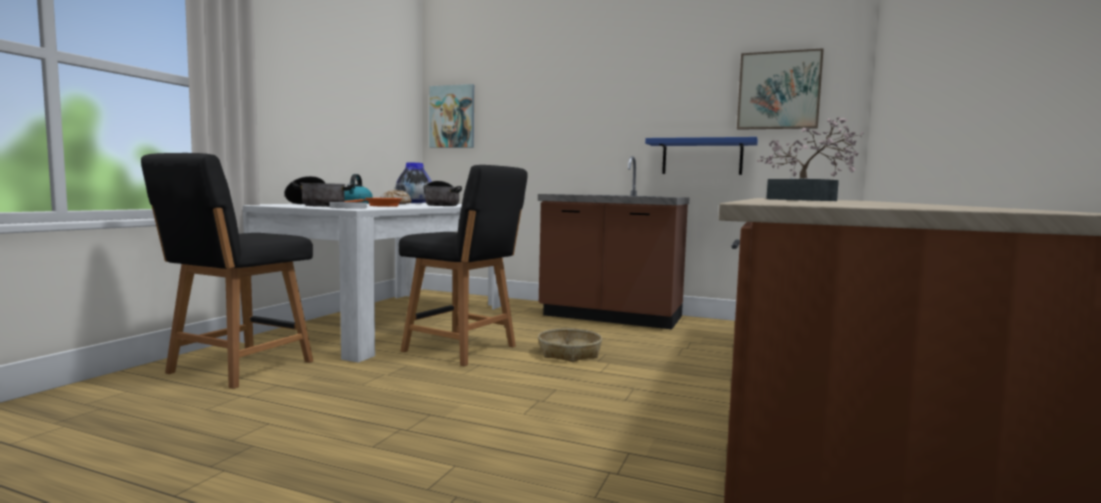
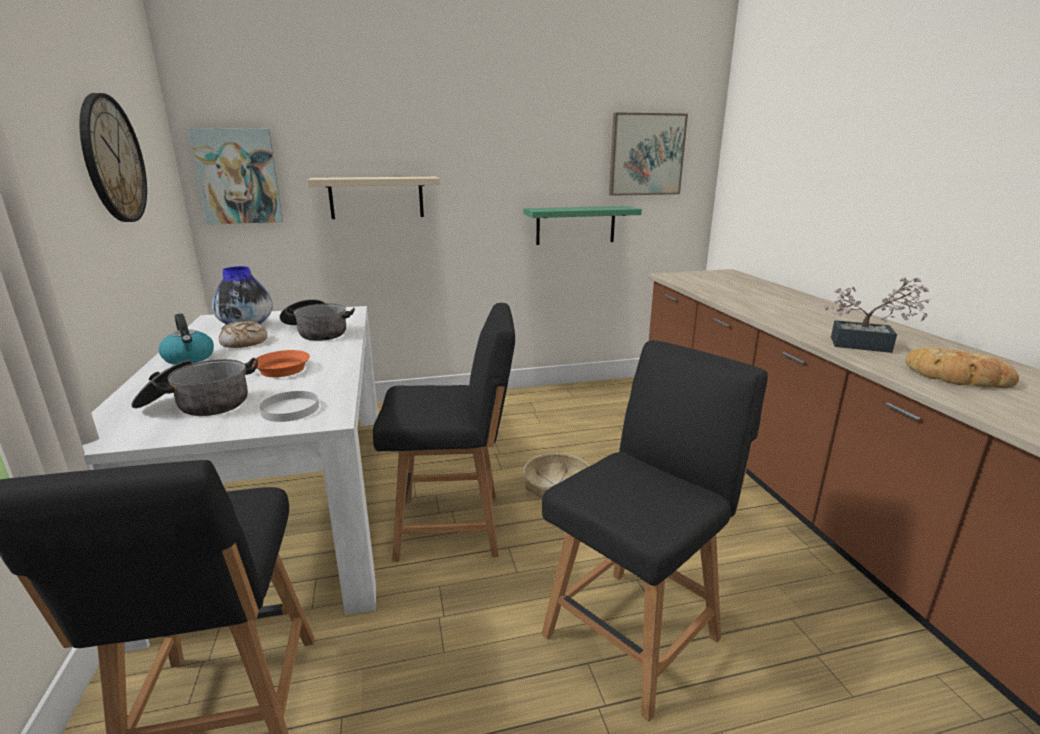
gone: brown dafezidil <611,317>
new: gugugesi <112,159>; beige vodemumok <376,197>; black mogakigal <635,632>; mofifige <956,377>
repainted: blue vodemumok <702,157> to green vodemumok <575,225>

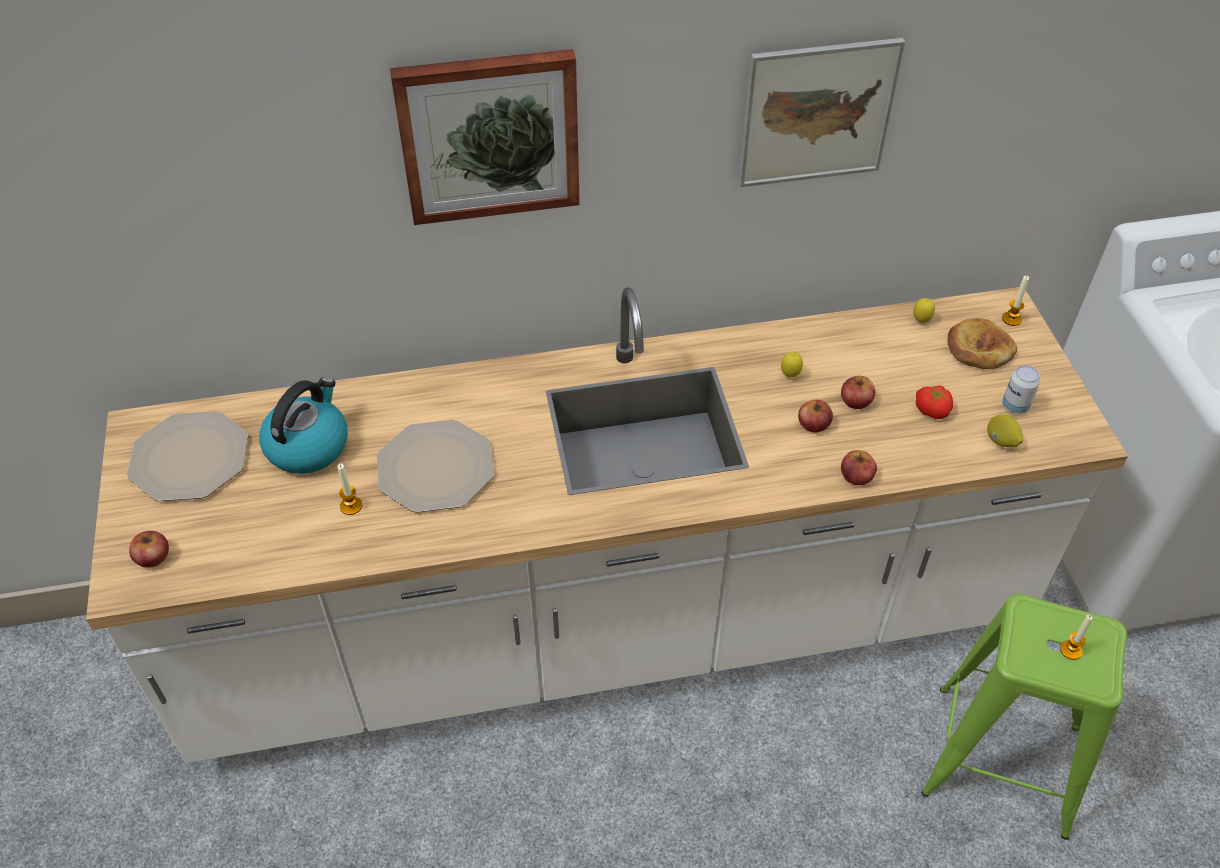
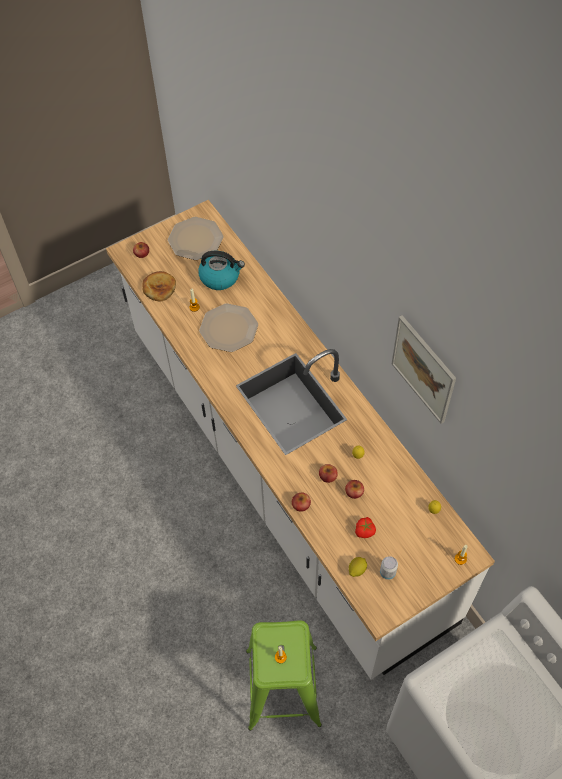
gone: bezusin <489,135>
shifted: mofifige <979,348> to <159,287>

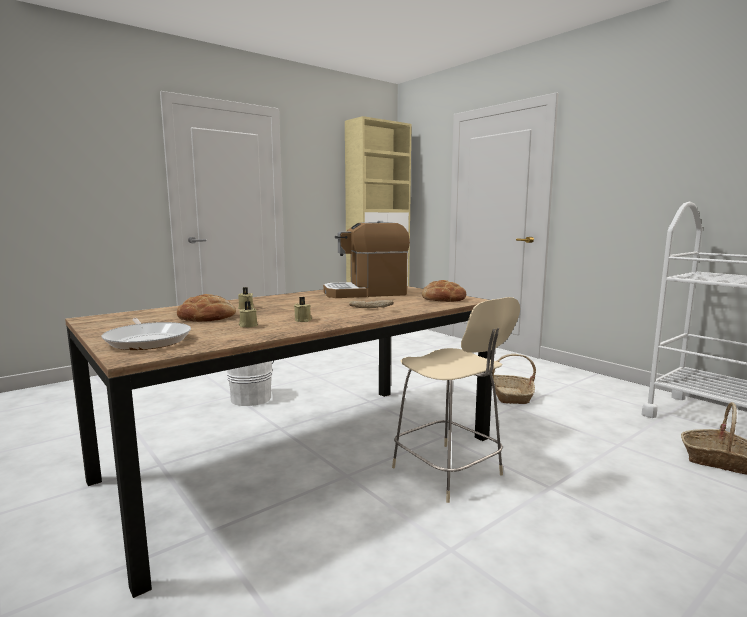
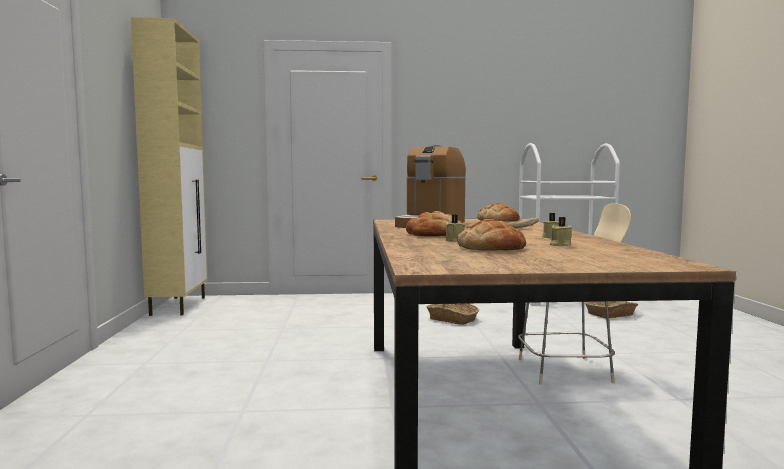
gone: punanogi <148,340>; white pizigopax <251,397>
new: mofifige <435,234>

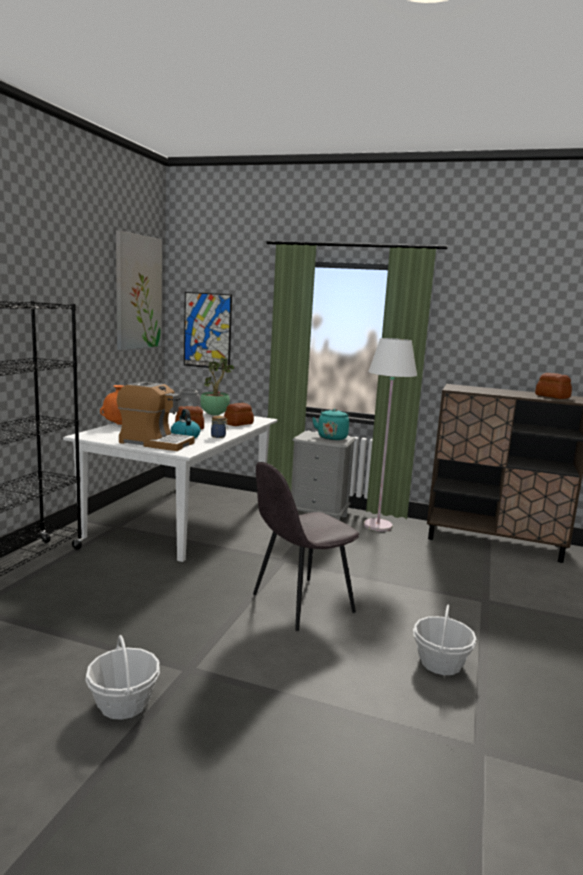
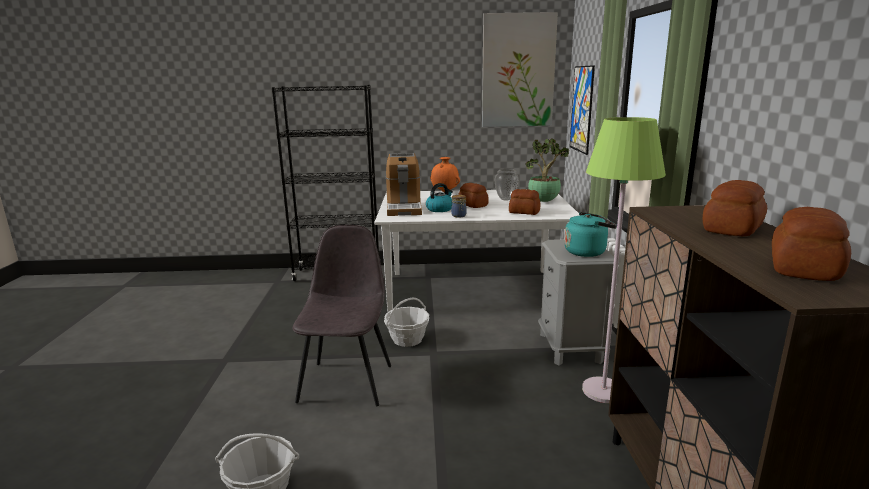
new: mofifige <730,228>
shifted: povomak <123,703> to <407,339>
repainted: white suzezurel <378,525> to green suzezurel <603,391>
rotated: grey mogakigal <300,604> = <347,381> 60 degrees clockwise

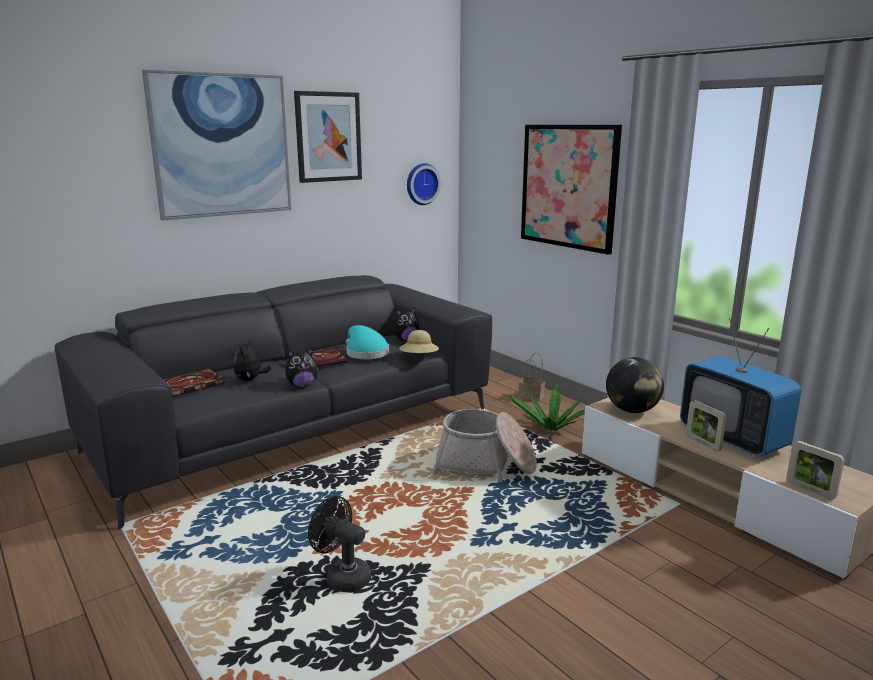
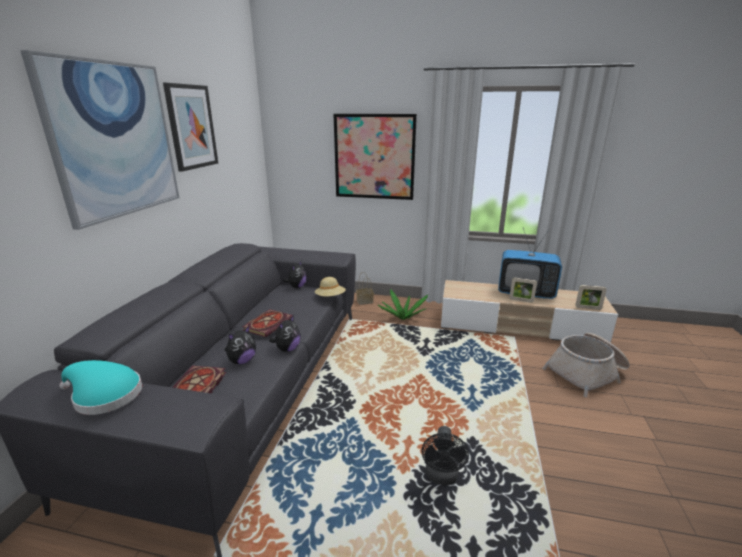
gone: gugugesi <421,184>; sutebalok <632,410>
shifted: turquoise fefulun <365,353> to <104,395>; povomak <485,464> to <586,373>
rotated: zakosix <250,380> = <242,361> 105 degrees counterclockwise; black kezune <342,576> = <442,477> 75 degrees counterclockwise

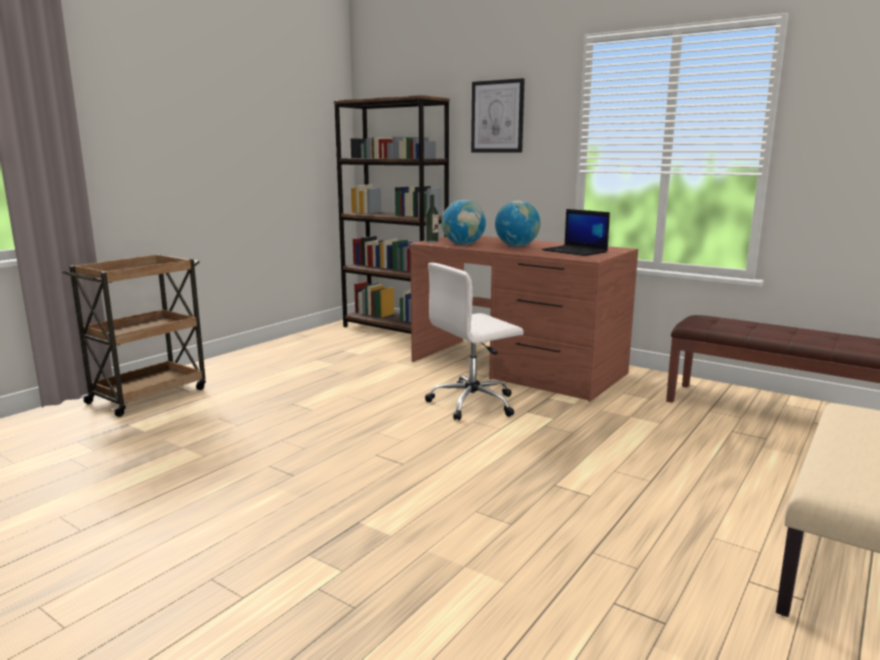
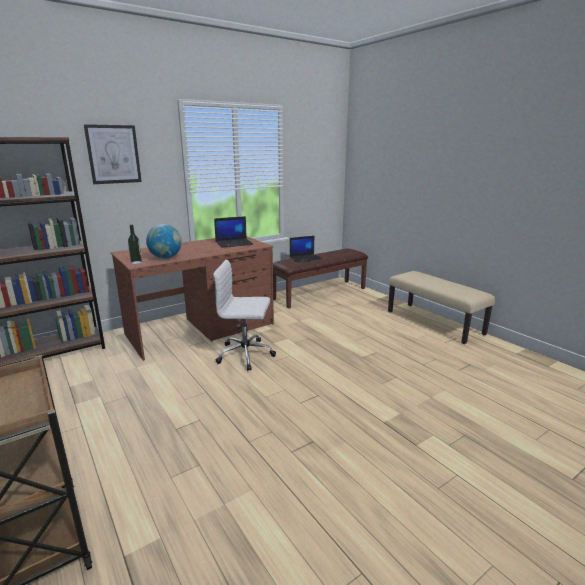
gone: sutebalok <516,246>
new: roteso <306,258>
rotated: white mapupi <474,403> = <246,355> 105 degrees clockwise

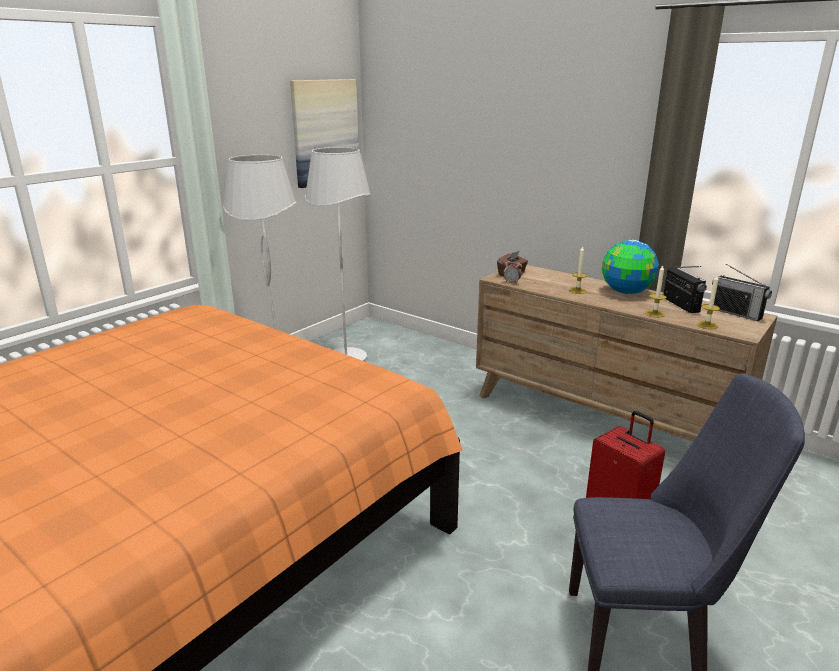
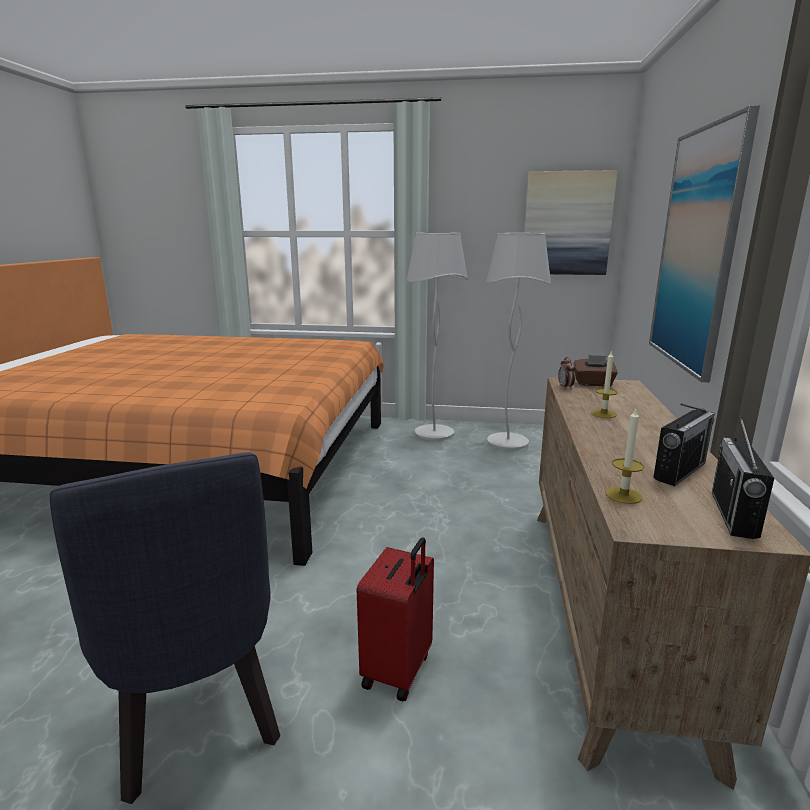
gone: sutebalok <626,292>; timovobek <654,313>
new: bezusin <696,249>

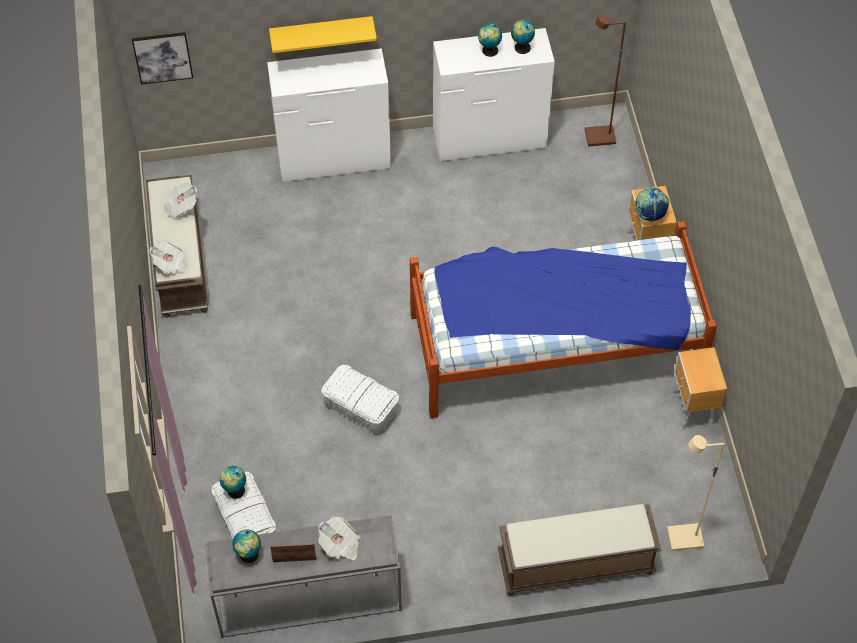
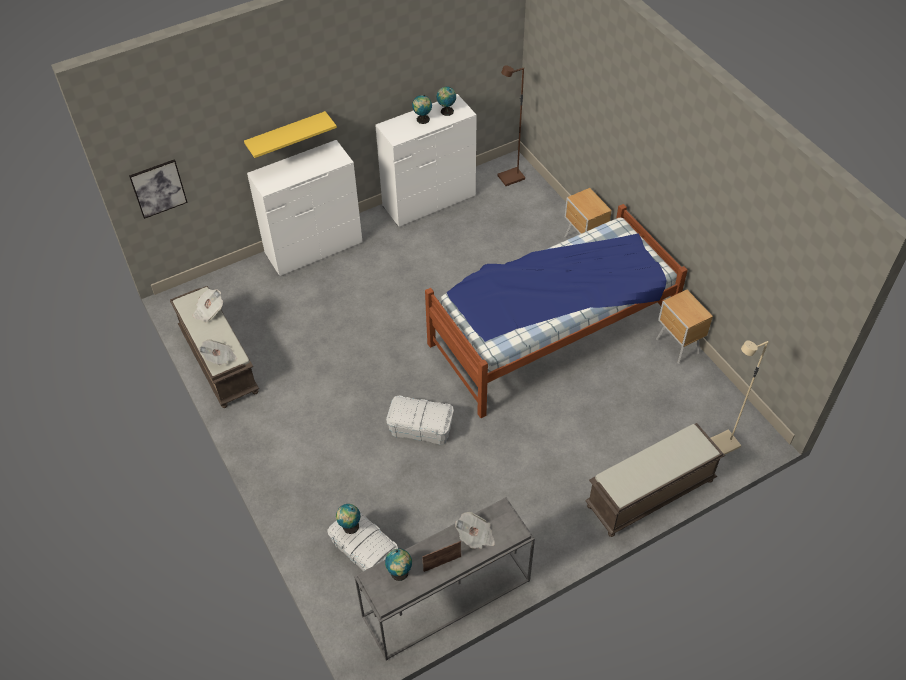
gone: sutebalok <649,215>

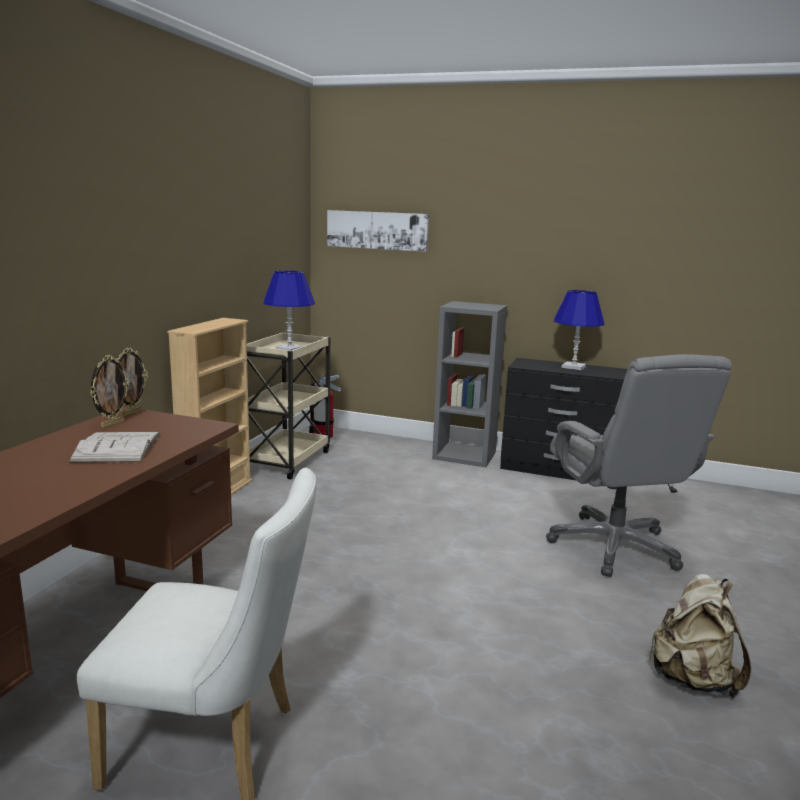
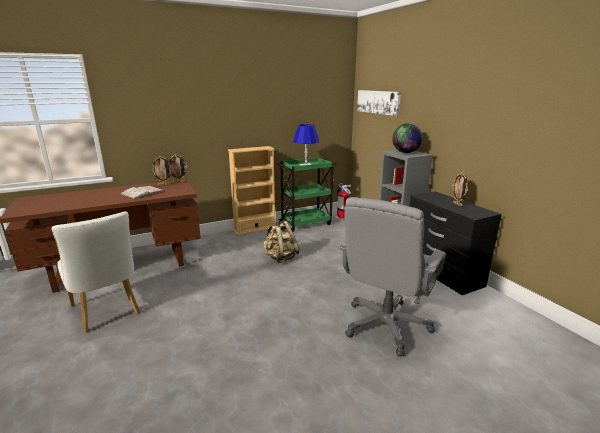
new: sutebalok <405,152>
shifted: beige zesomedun <692,679> to <280,258>
swapped: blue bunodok <573,367> to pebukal <457,204>
repainted: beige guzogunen <287,460> to green guzogunen <306,223>

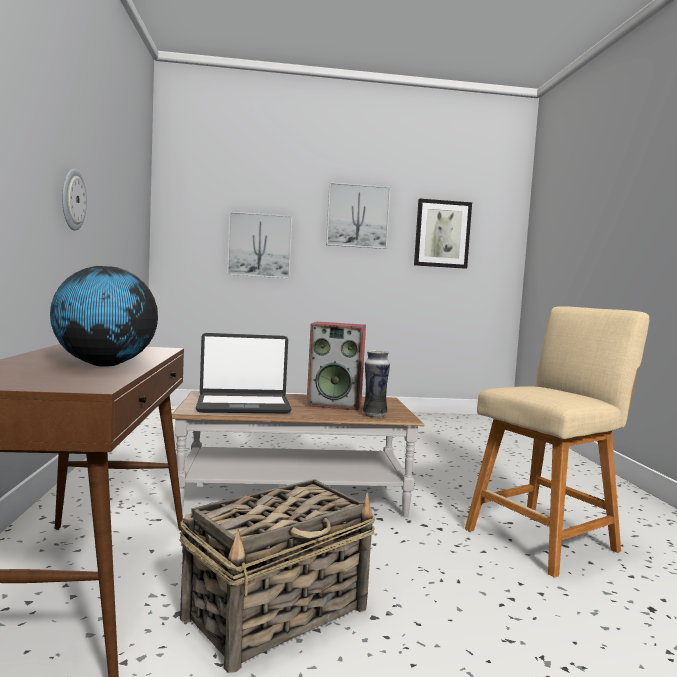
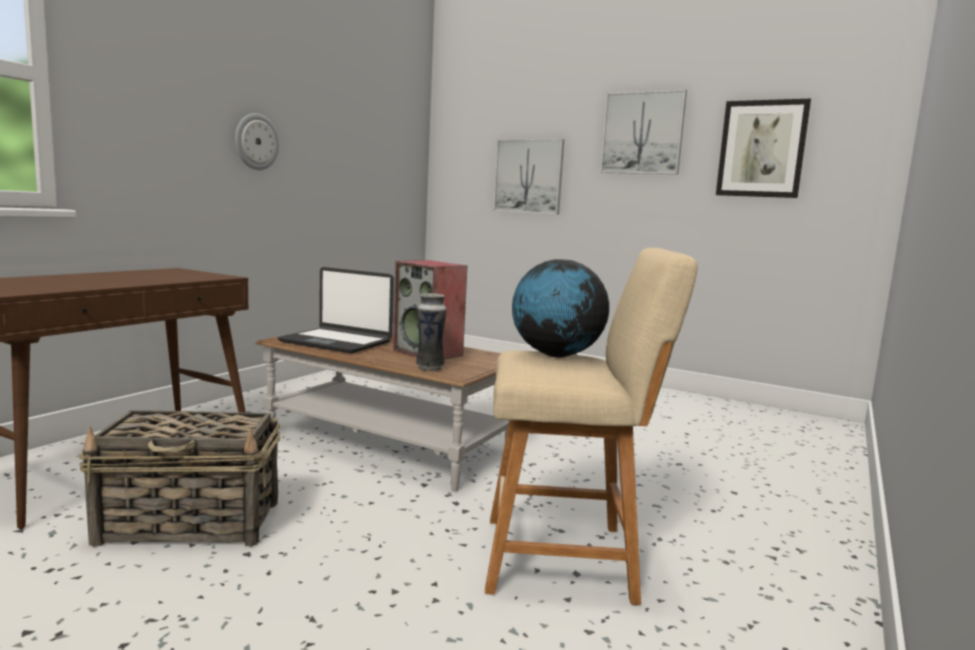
shifted: sutebalok <104,365> to <556,355>

